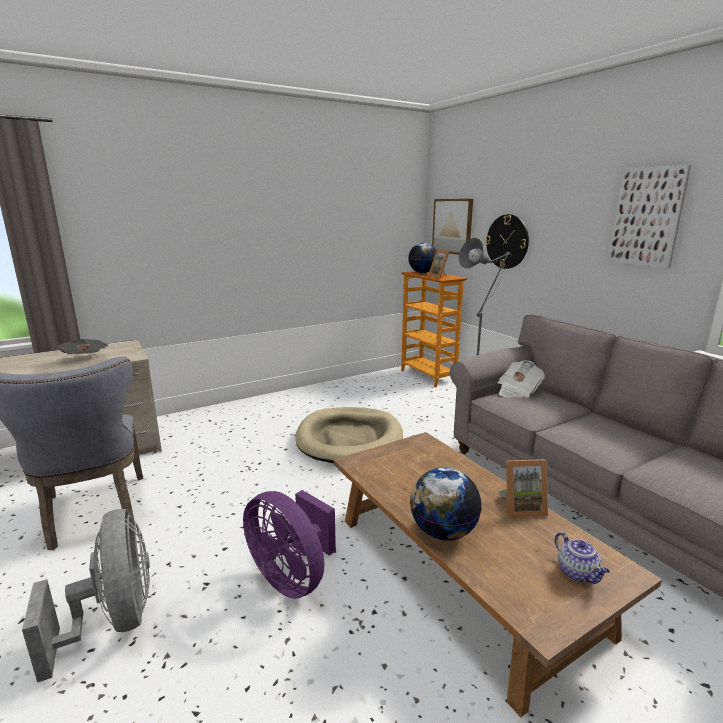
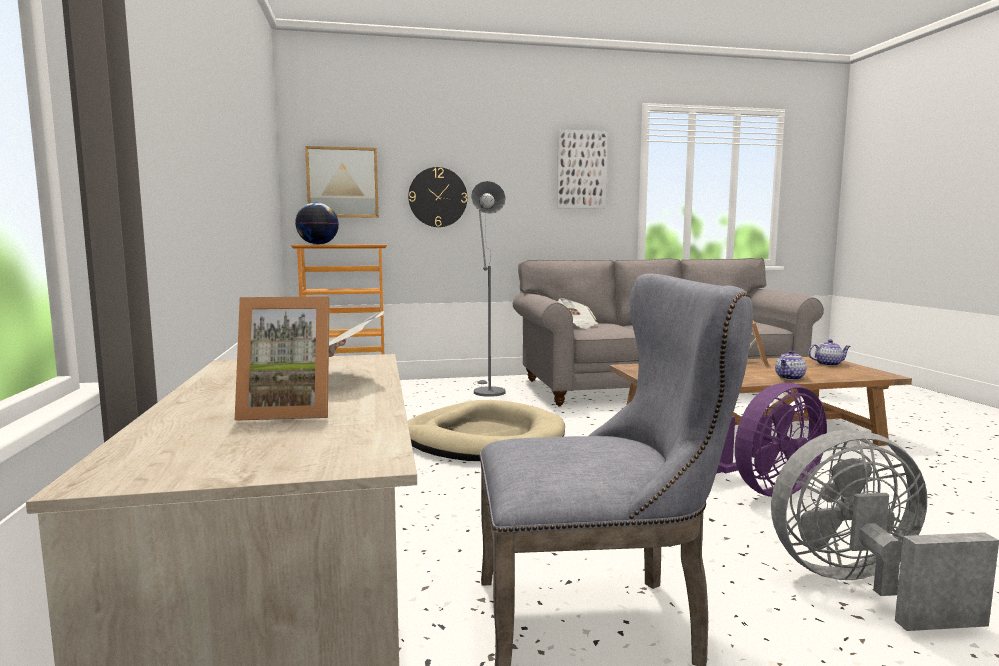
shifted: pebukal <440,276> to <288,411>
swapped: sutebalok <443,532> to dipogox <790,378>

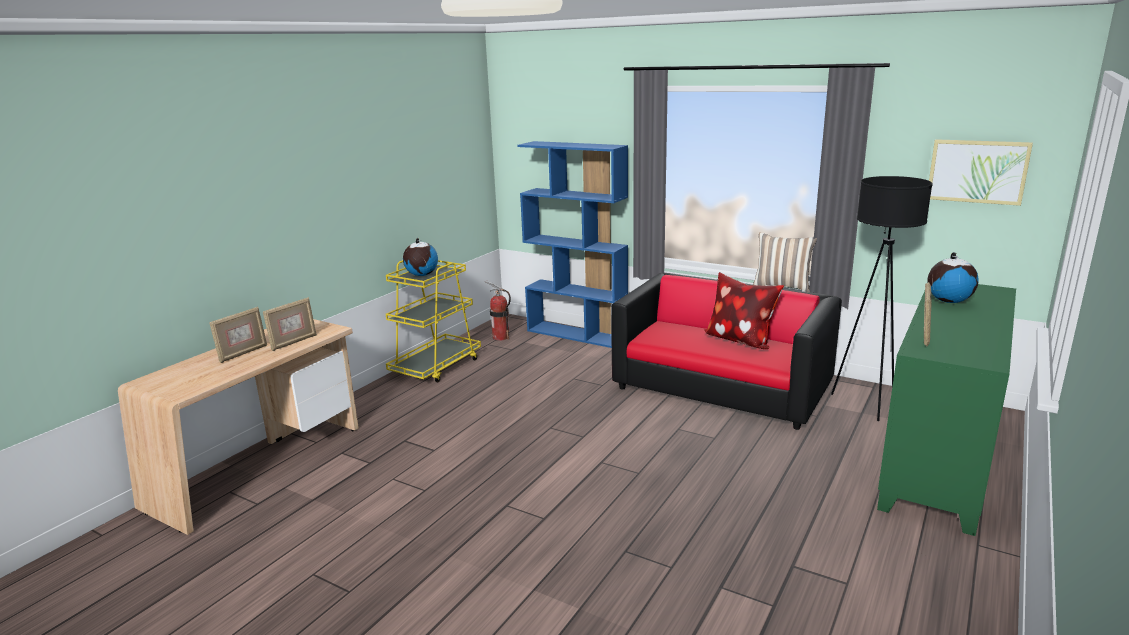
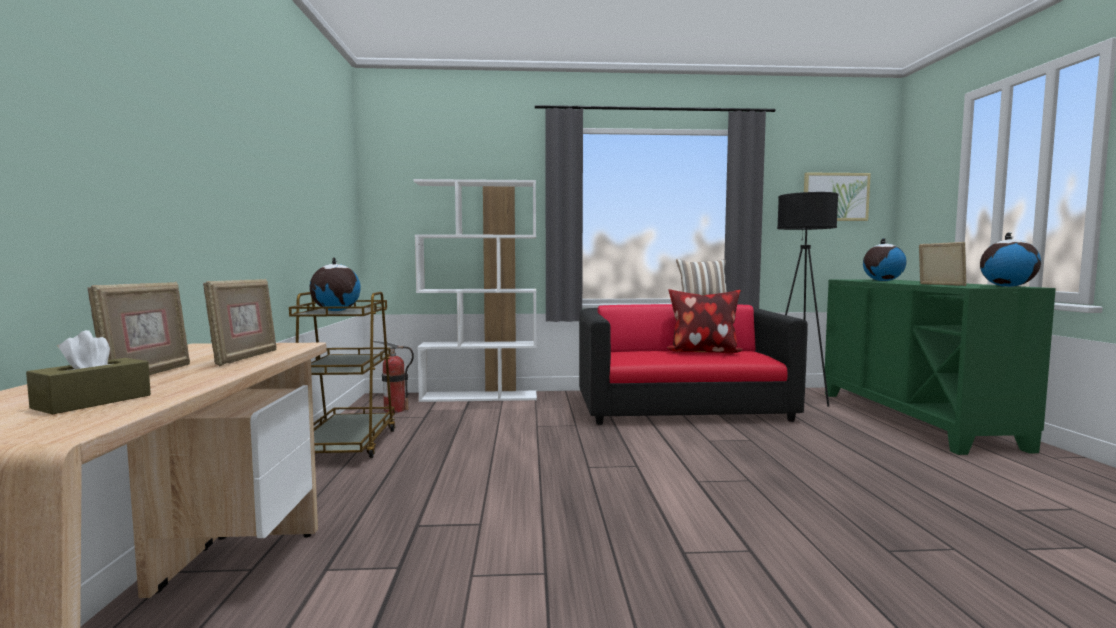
new: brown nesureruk <93,401>; sutebalok <1007,286>
repainted: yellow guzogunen <436,366> to brown guzogunen <347,445>; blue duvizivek <577,334> to white duvizivek <480,396>

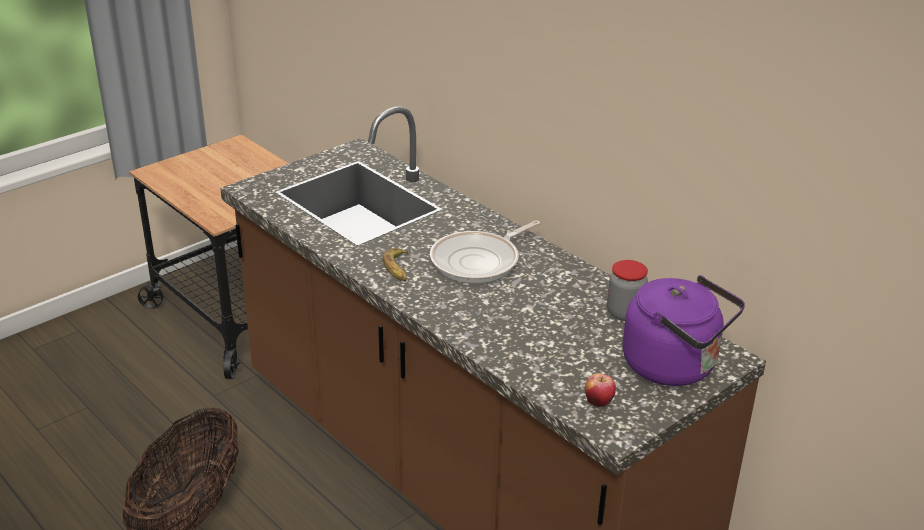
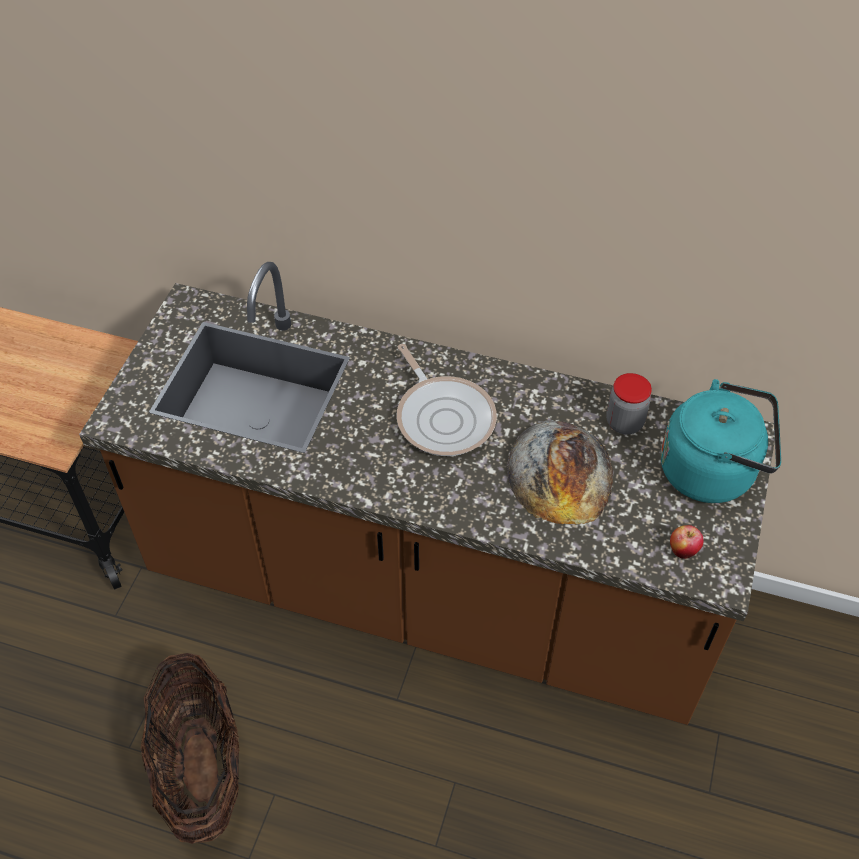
gone: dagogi <398,269>
new: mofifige <560,472>
repainted: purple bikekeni <675,366> to turquoise bikekeni <713,470>
rotated: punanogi <479,261> = <443,416> 45 degrees counterclockwise

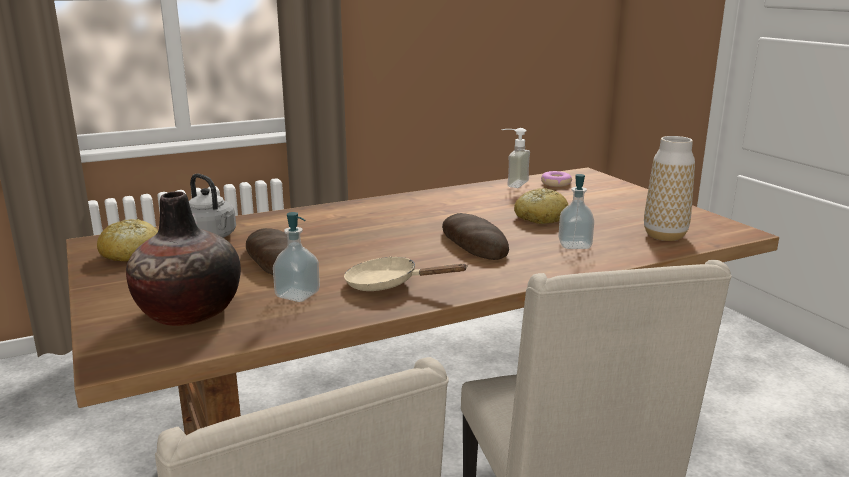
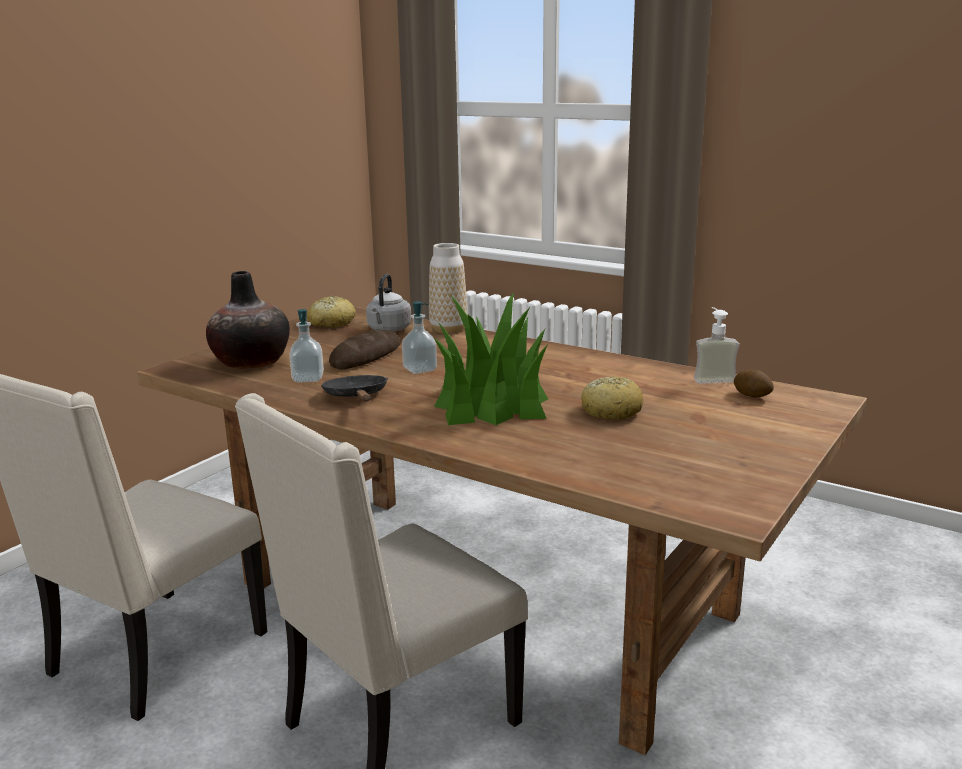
shifted: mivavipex <574,245> to <420,369>; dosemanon <664,235> to <448,330>
swapped: mofifige <474,243> to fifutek <491,402>; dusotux <555,183> to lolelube <752,395>
repainted: beige punanogi <389,284> to black punanogi <357,397>

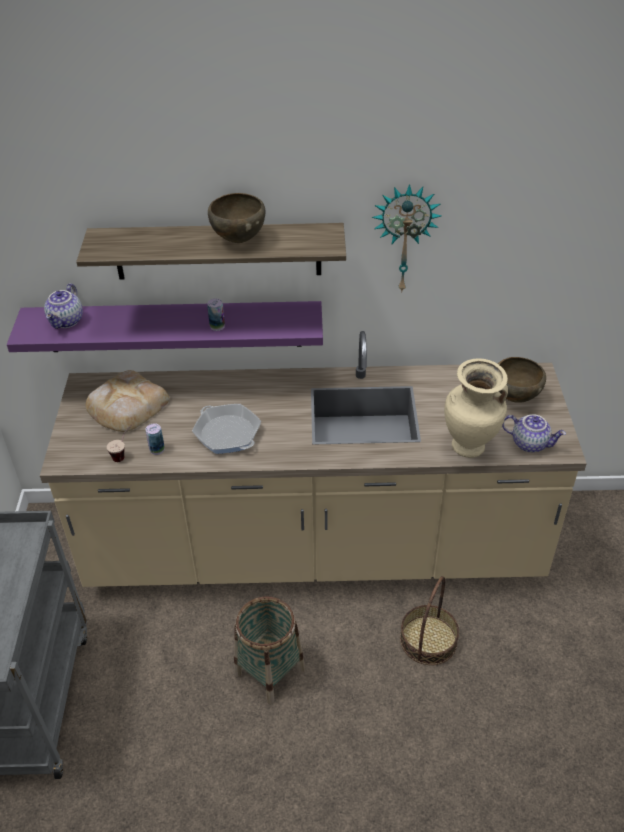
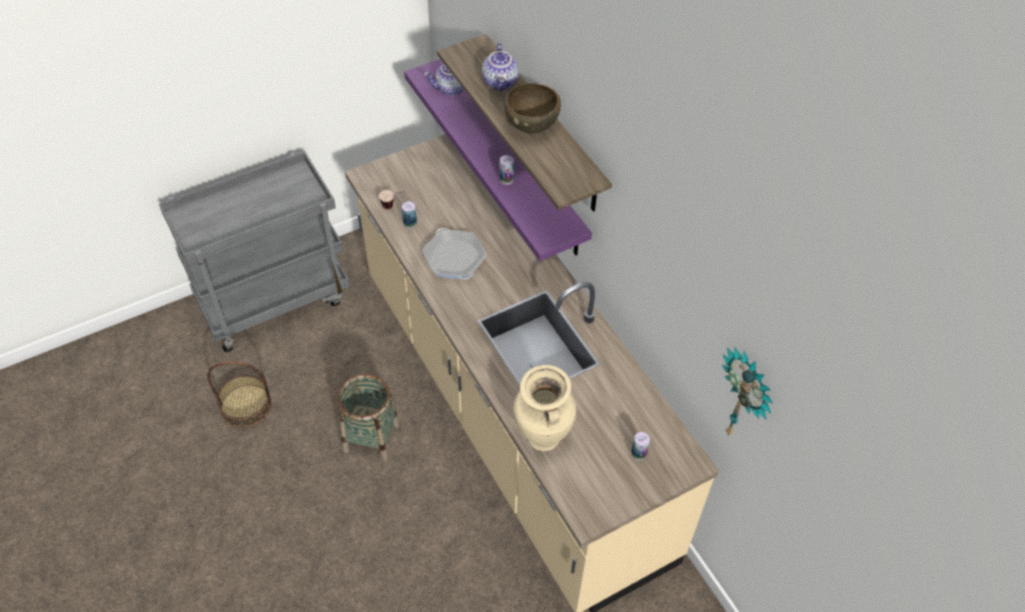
gone: mofifige <126,406>
shifted: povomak <428,640> to <246,405>; dipogox <530,443> to <501,82>; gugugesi <404,238> to <745,397>
swapped: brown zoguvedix <514,397> to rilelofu <638,453>
rotated: punanogi <227,433> = <454,259> 135 degrees clockwise

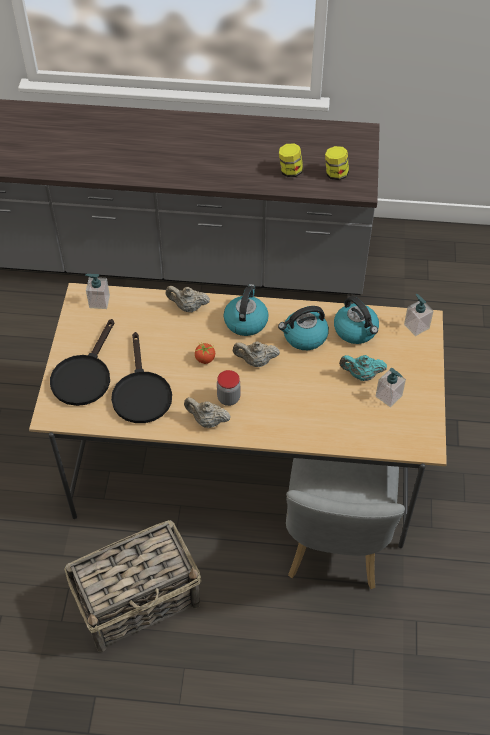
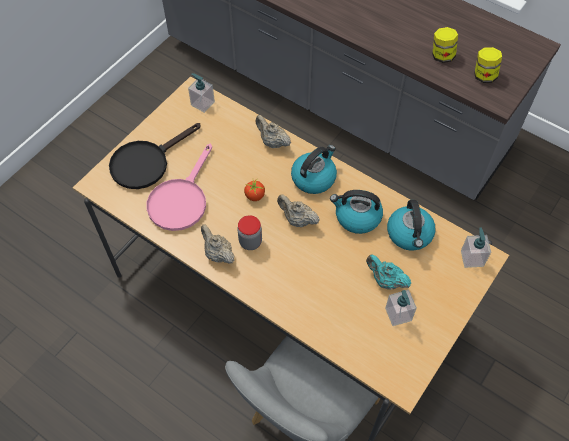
gone: povomak <139,600>
repainted: black punanogi <141,392> to pink punanogi <181,199>

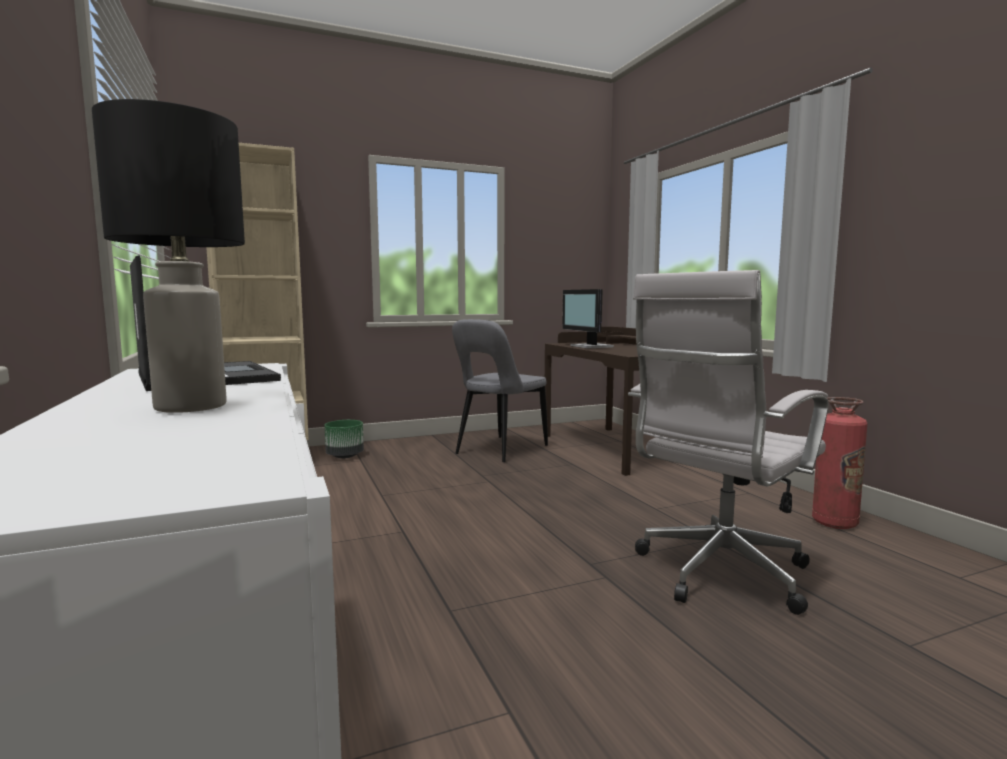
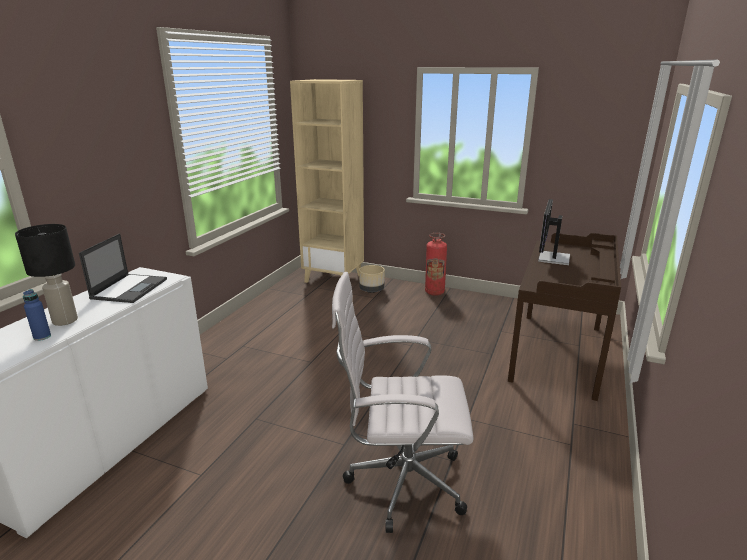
gone: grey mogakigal <499,451>
new: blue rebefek <42,337>
shifted: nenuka <834,523> to <434,292>
repainted: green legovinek <345,456> to beige legovinek <372,290>

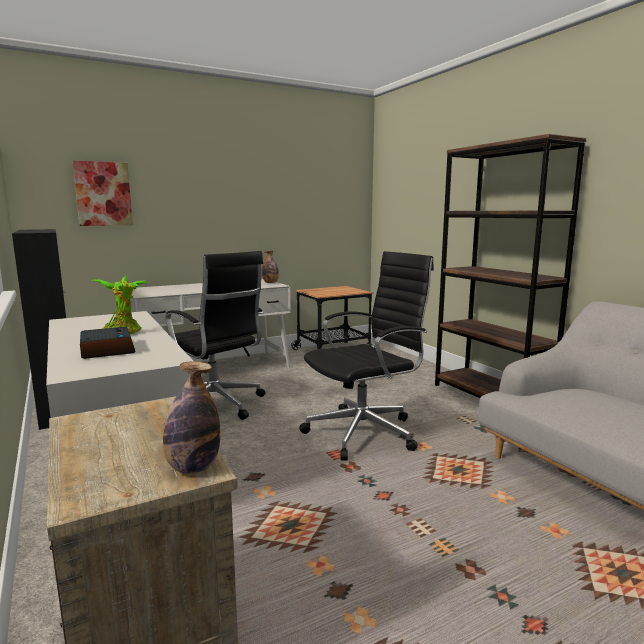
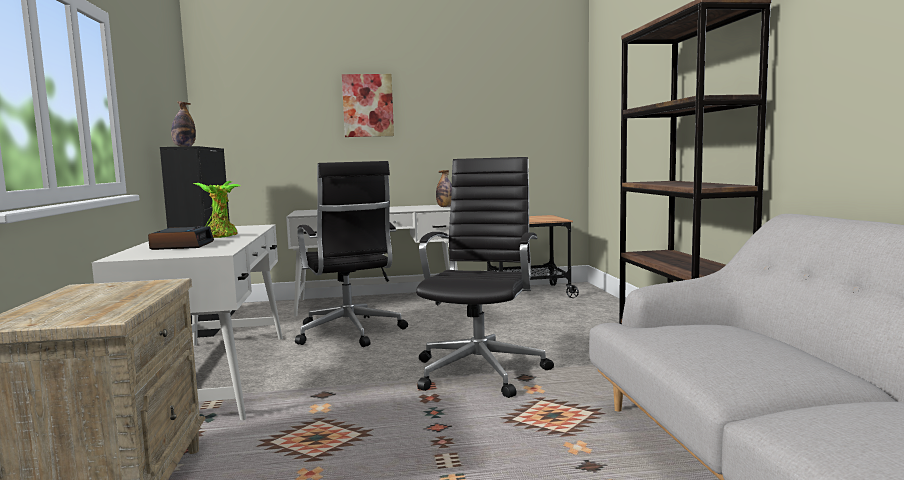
shifted: rebefek <193,468> to <184,146>; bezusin <103,194> to <368,105>
rotated: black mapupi <365,432> = <481,370> 60 degrees counterclockwise

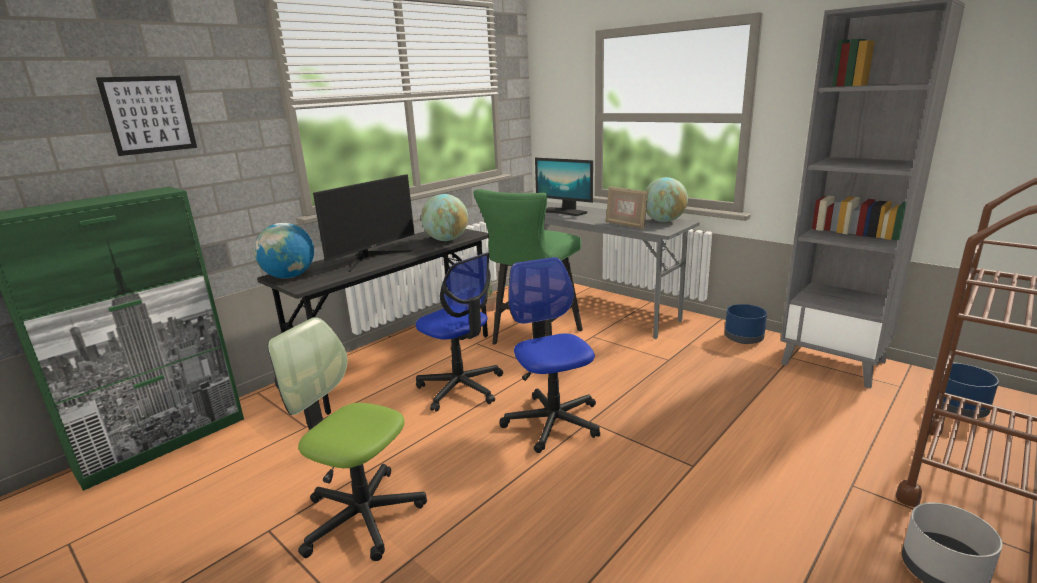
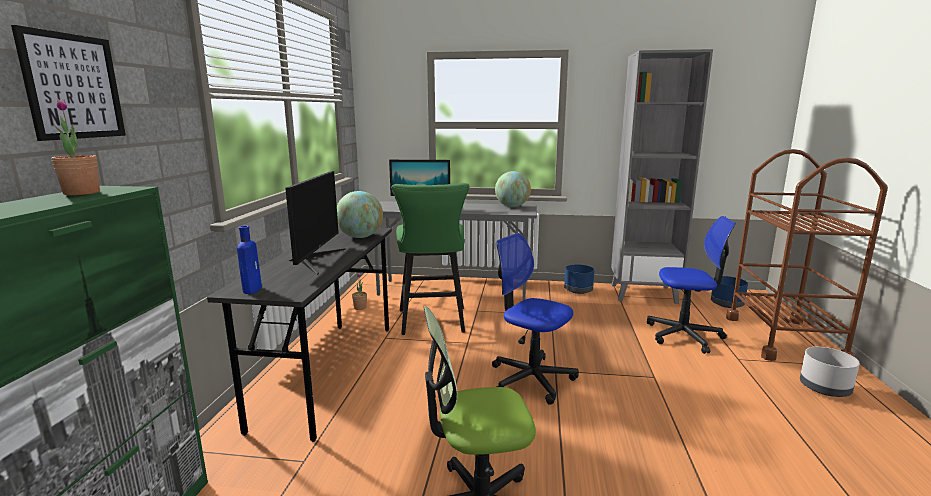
gone: pebukal <625,225>
new: fifutek <81,193>
shifted: mapupi <461,388> to <684,335>
swapped: sutebalok <289,277> to blue rebefek <252,289>

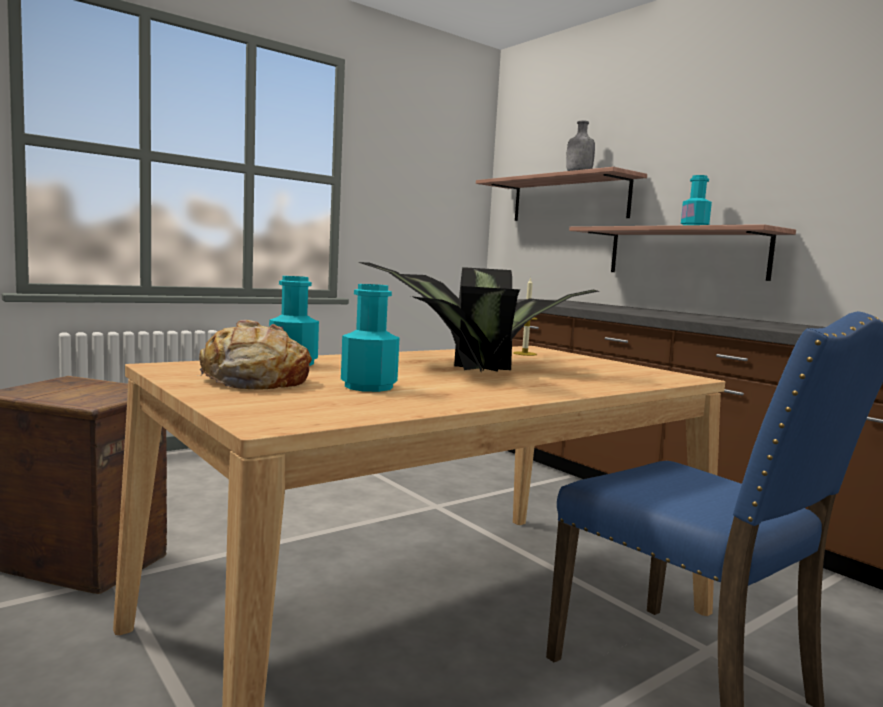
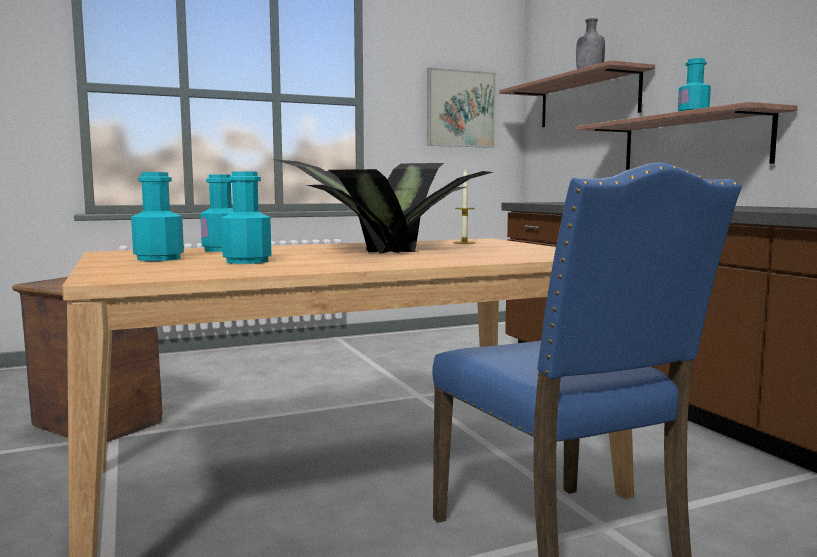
new: bezusin <460,109>
swapped: mofifige <253,381> to turquoise rebefek <159,259>

